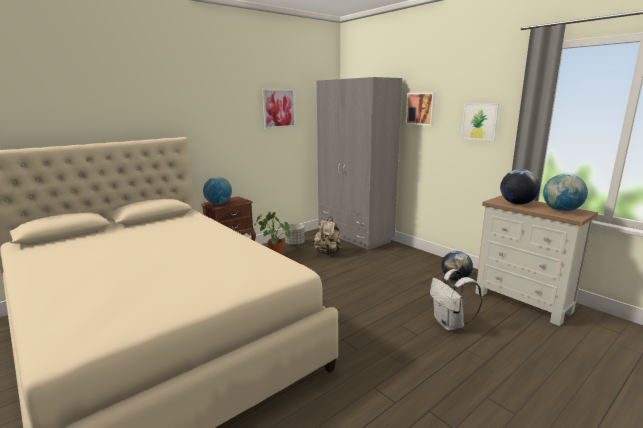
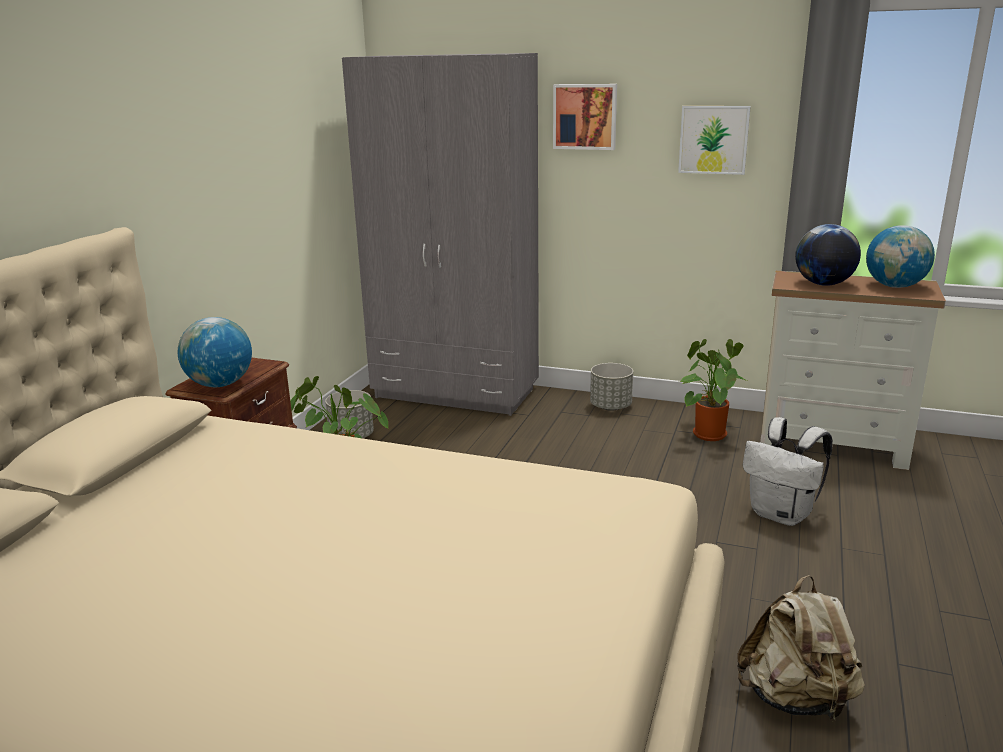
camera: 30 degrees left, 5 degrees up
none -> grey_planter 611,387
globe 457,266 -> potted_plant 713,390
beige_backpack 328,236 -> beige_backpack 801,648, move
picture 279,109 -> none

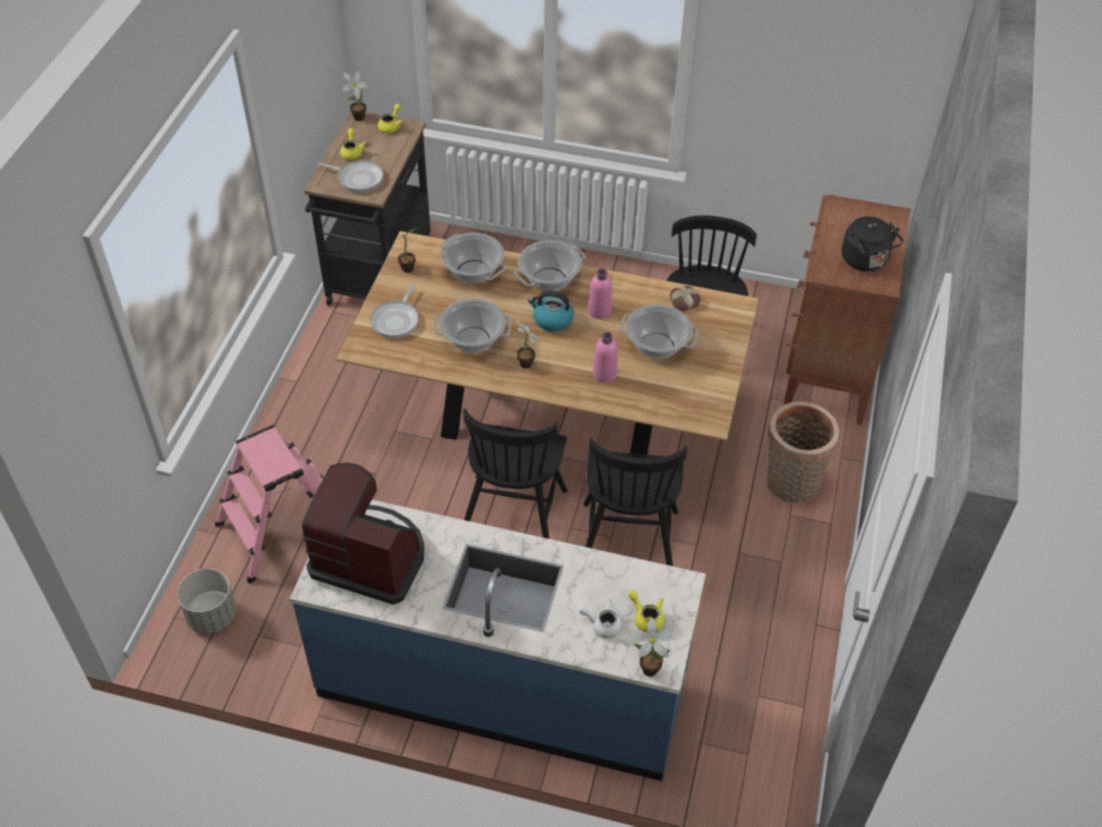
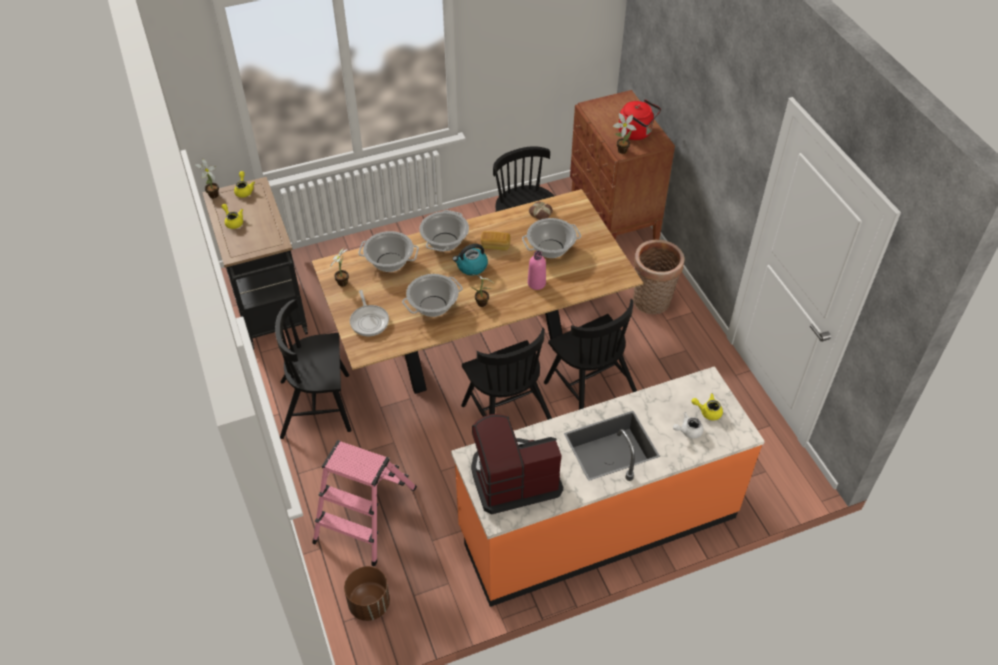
camera: 35 degrees left, 0 degrees up
none -> black_chair 313,369
grey_planter 206,601 -> brown_planter 367,593
blue_counter 498,640 -> orange_counter 608,486
pink_bottle 600,293 -> bread 496,241
potted_plant 652,647 -> potted_plant 624,133, move
black_kettle 873,243 -> red_kettle 640,119
frying_pan 351,177 -> none

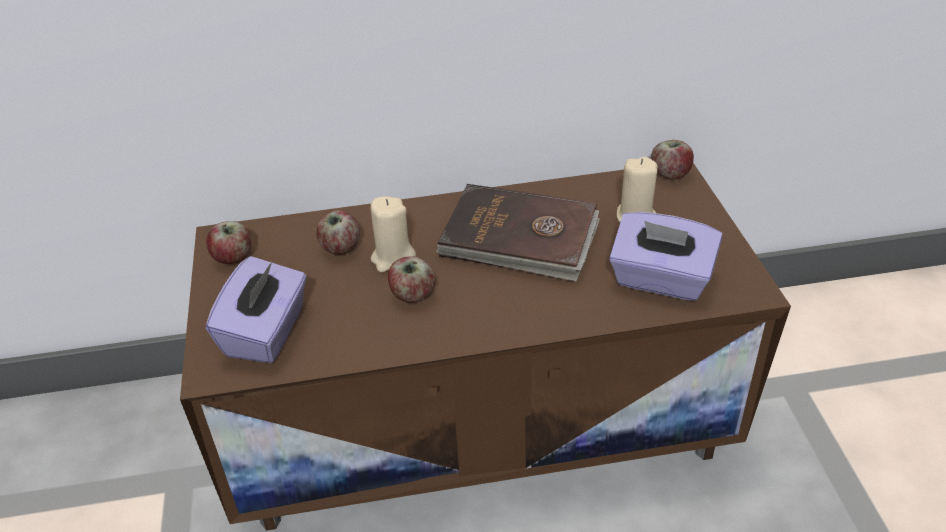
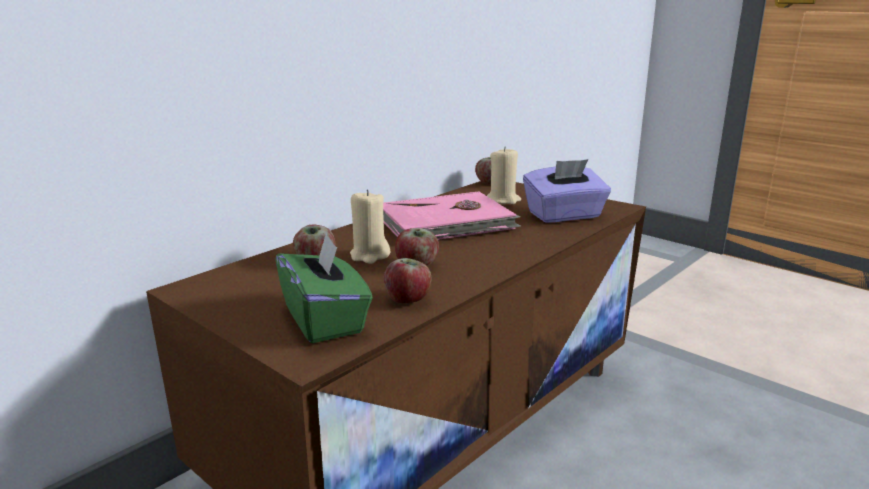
camera: 40 degrees left, 20 degrees down
purple_tissue_box 256,309 -> green_tissue_box 324,287
brown_book 518,232 -> pink_book 452,215
apple 229,242 -> apple 407,281, move

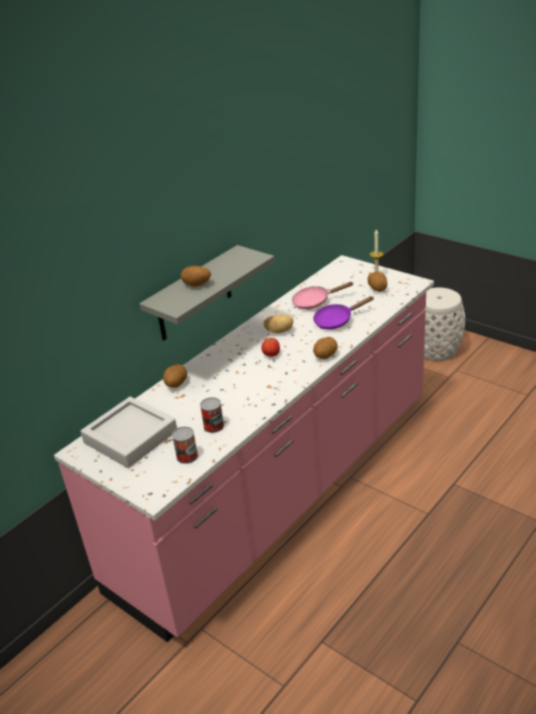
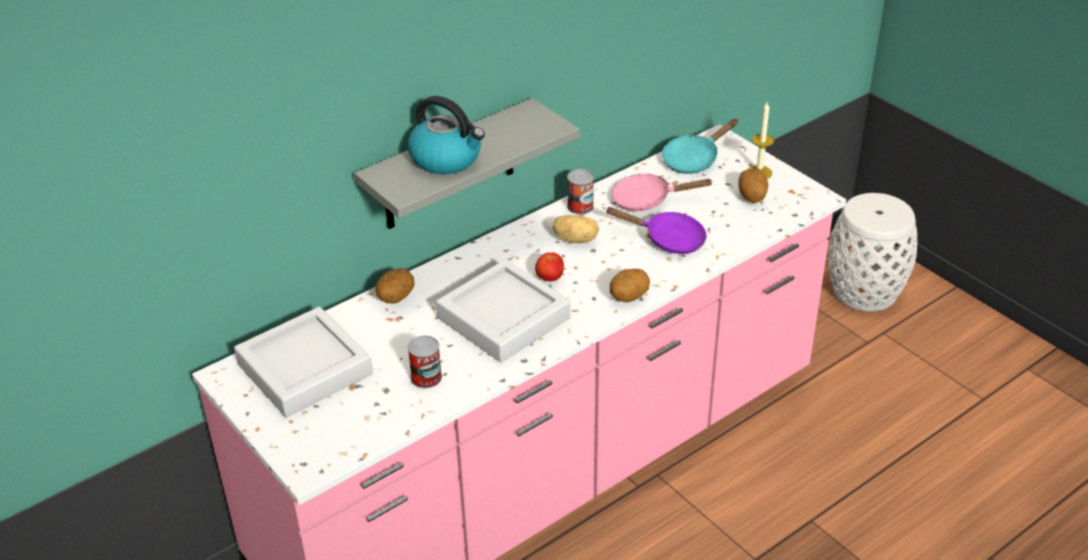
camera: 10 degrees right, 5 degrees up
potato 196,276 -> kettle 446,135
none -> grey_tray 503,311
can 185,445 -> can 580,192, move
purple_frying_pan 343,312 -> purple_frying_pan 656,230, 150 degrees counterclockwise
none -> turquoise_frying_pan 700,146

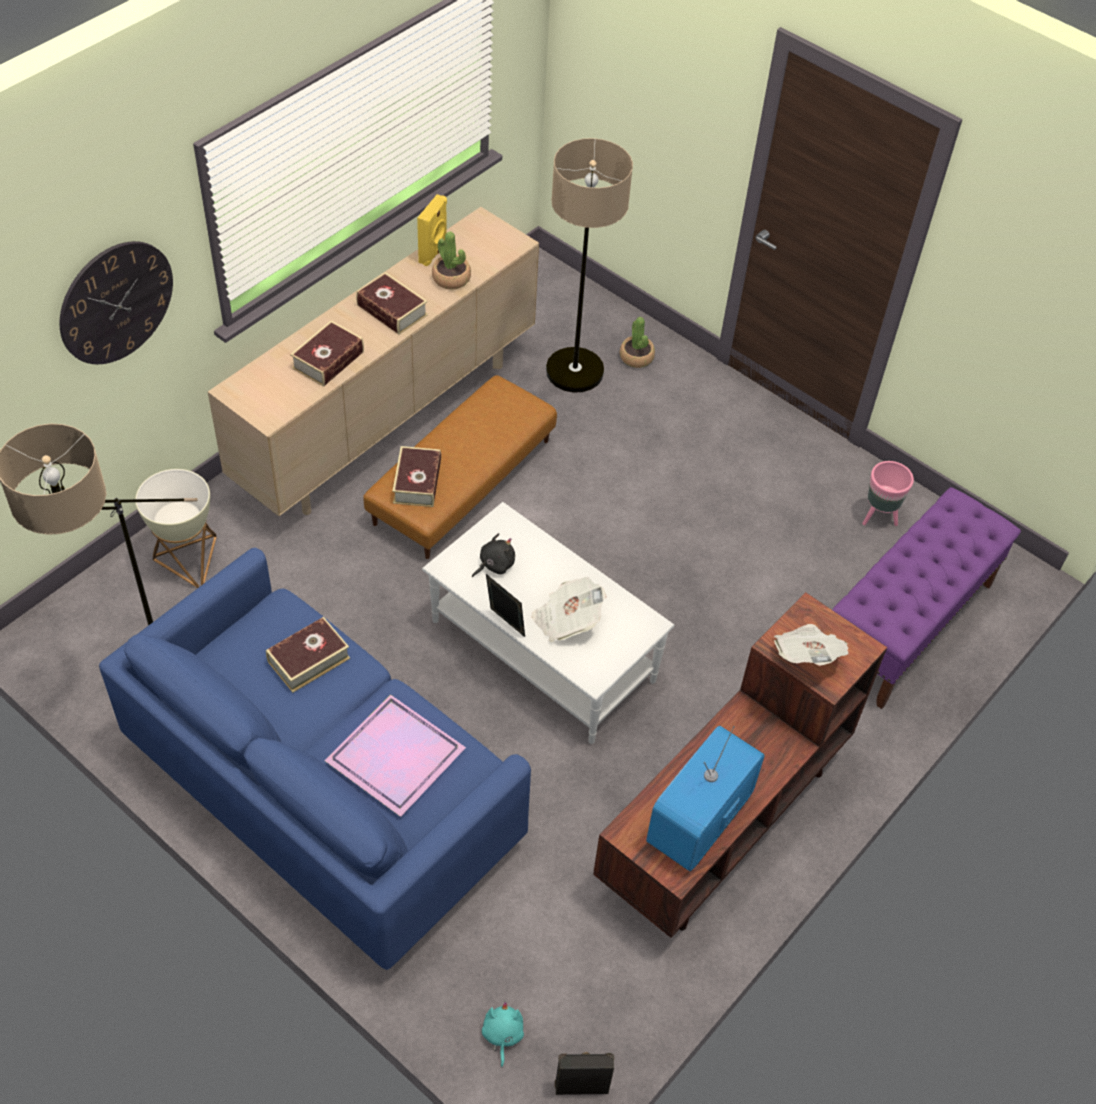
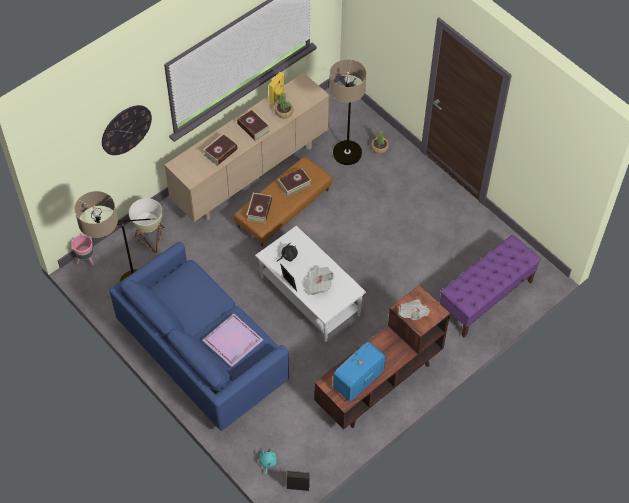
camera: 10 degrees right, 5 degrees up
pink_planter 888,493 -> pink_planter 82,250, move
book 308,655 -> book 295,182, move

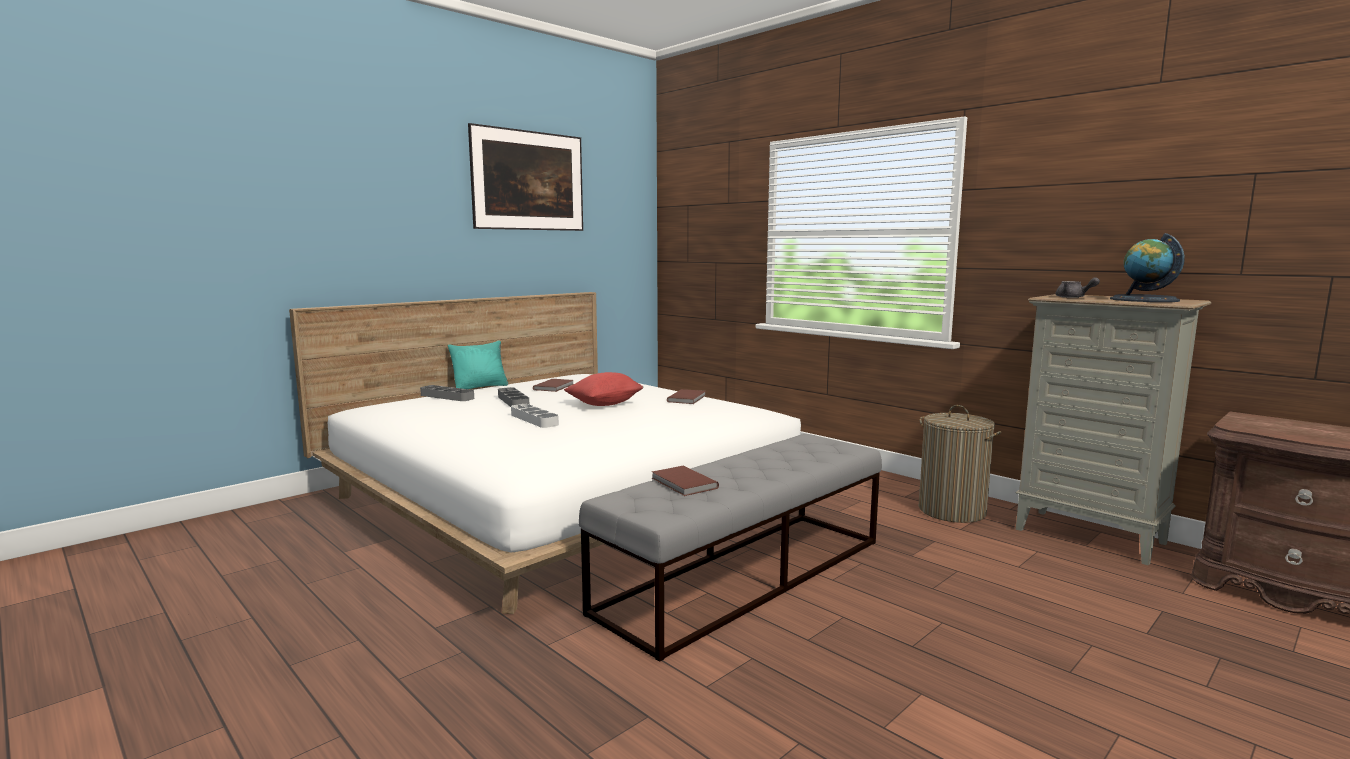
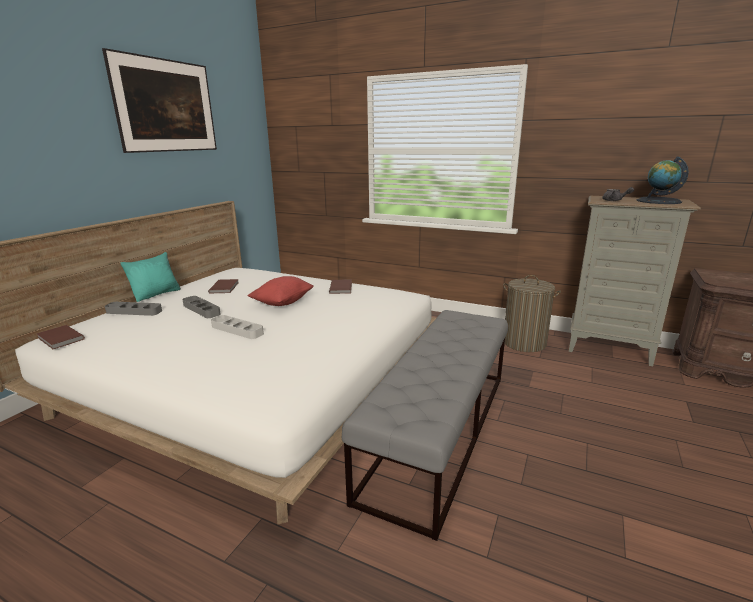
camera: 20 degrees left, 10 degrees up
brown_book 685,481 -> brown_book 61,337, move

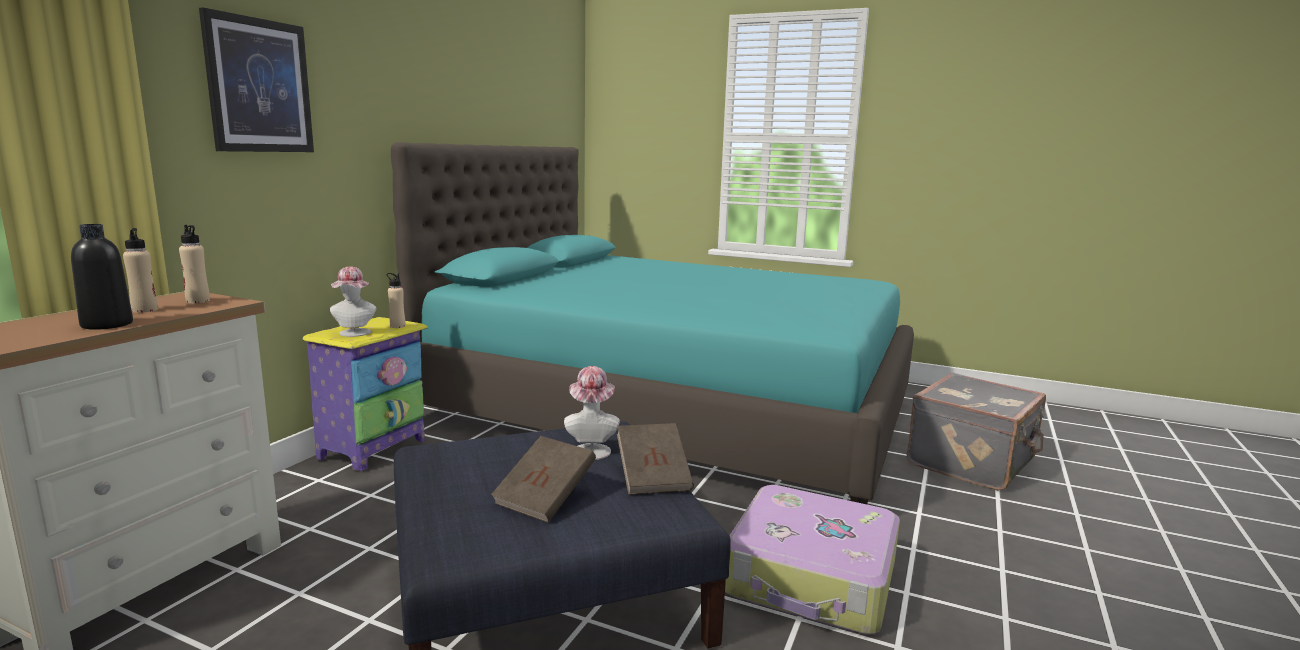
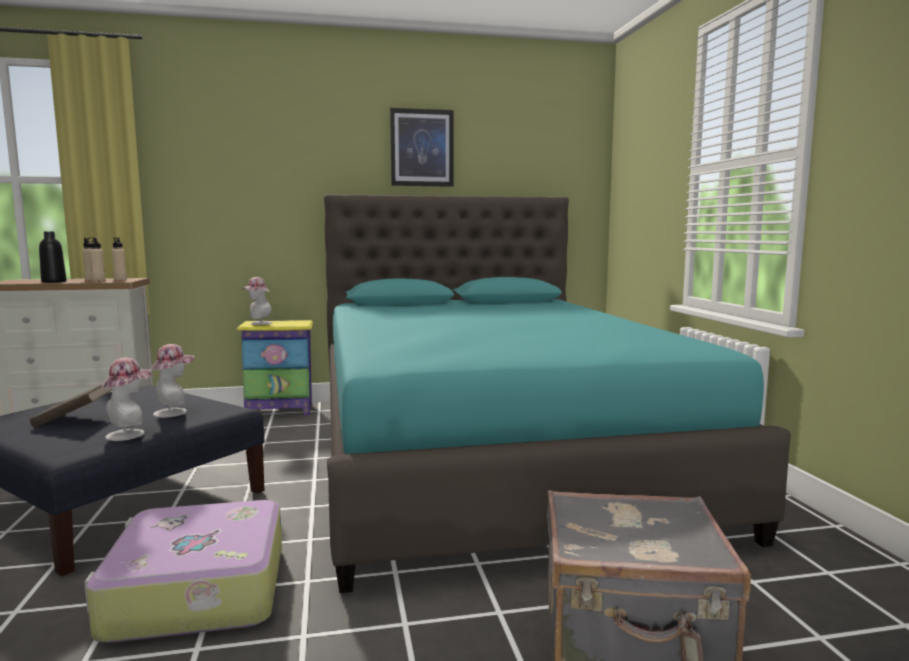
camera: 55 degrees right, 5 degrees down
beige_bottle 396,300 -> beige_bottle 98,259, move
brown_book 655,459 -> hat 127,399
picture 256,79 -> picture 421,147, move

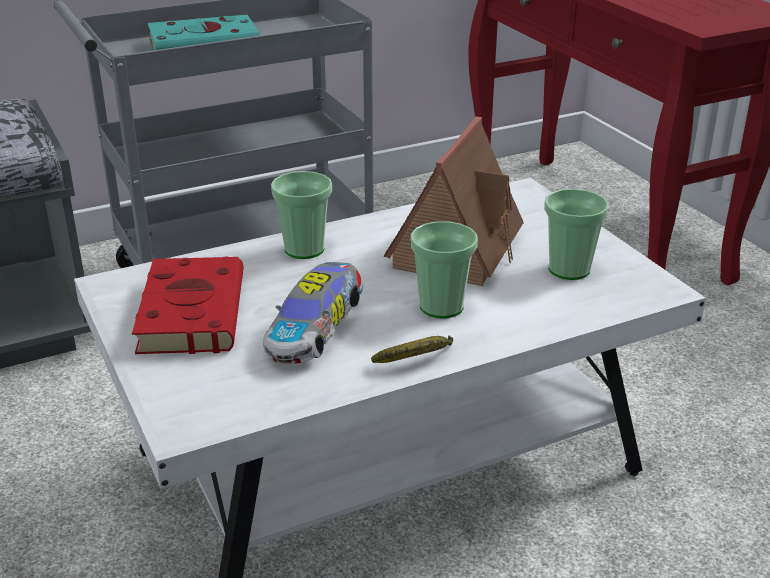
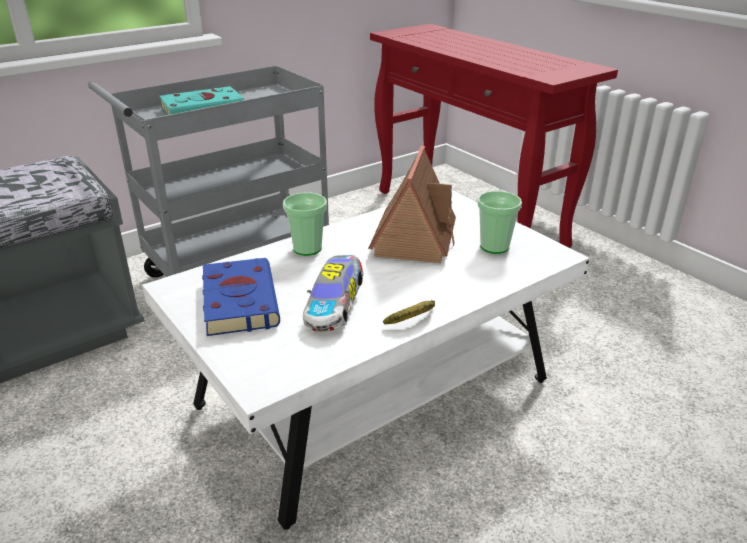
camera: 10 degrees left, 0 degrees up
red_book 187,305 -> blue_book 241,297
cup 444,269 -> none

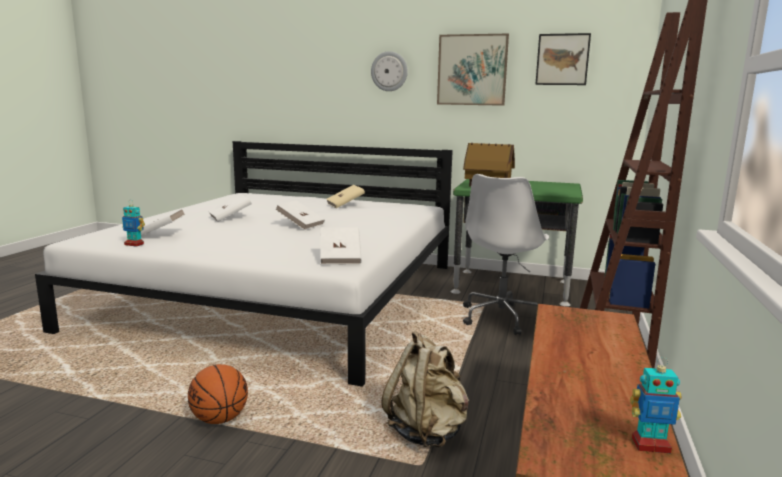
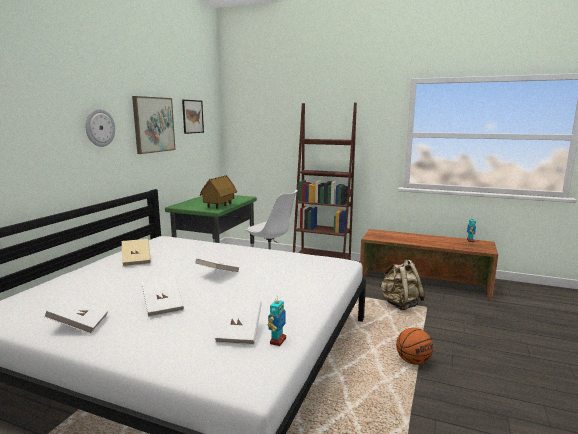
camera: 85 degrees left, 0 degrees up
white_book 341,246 -> white_book 76,314, move

